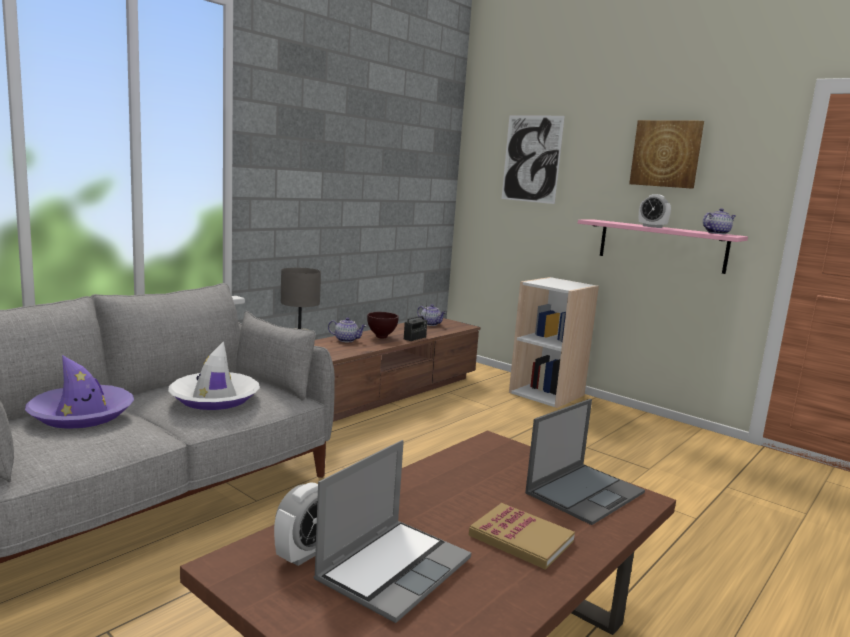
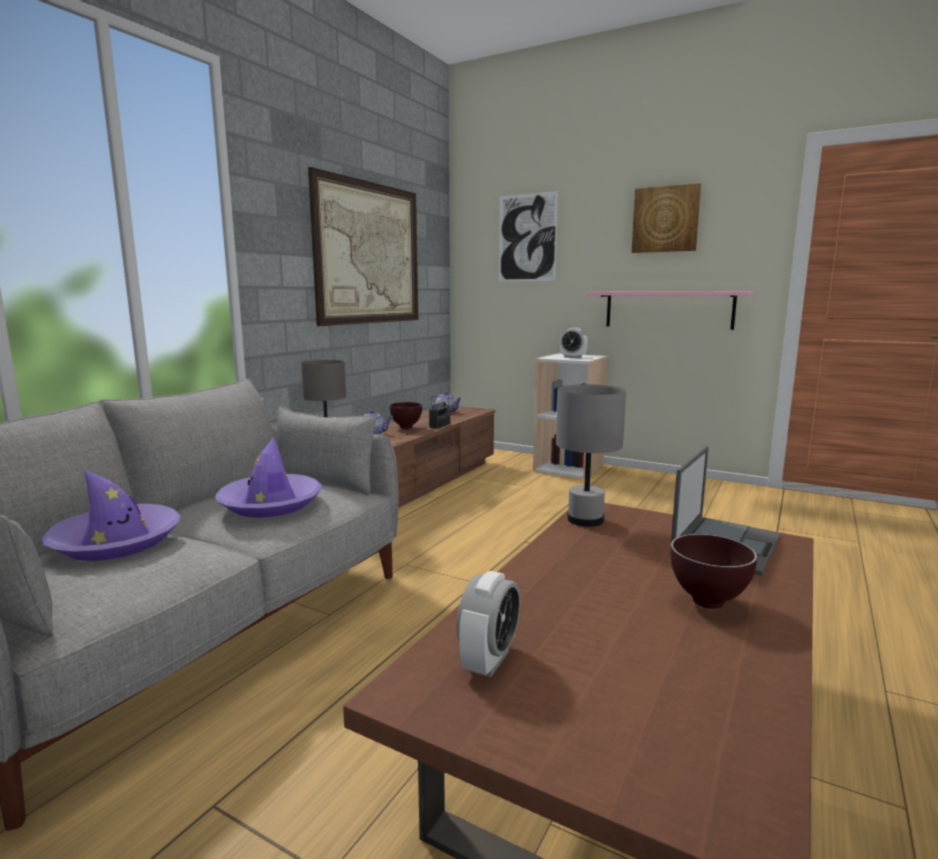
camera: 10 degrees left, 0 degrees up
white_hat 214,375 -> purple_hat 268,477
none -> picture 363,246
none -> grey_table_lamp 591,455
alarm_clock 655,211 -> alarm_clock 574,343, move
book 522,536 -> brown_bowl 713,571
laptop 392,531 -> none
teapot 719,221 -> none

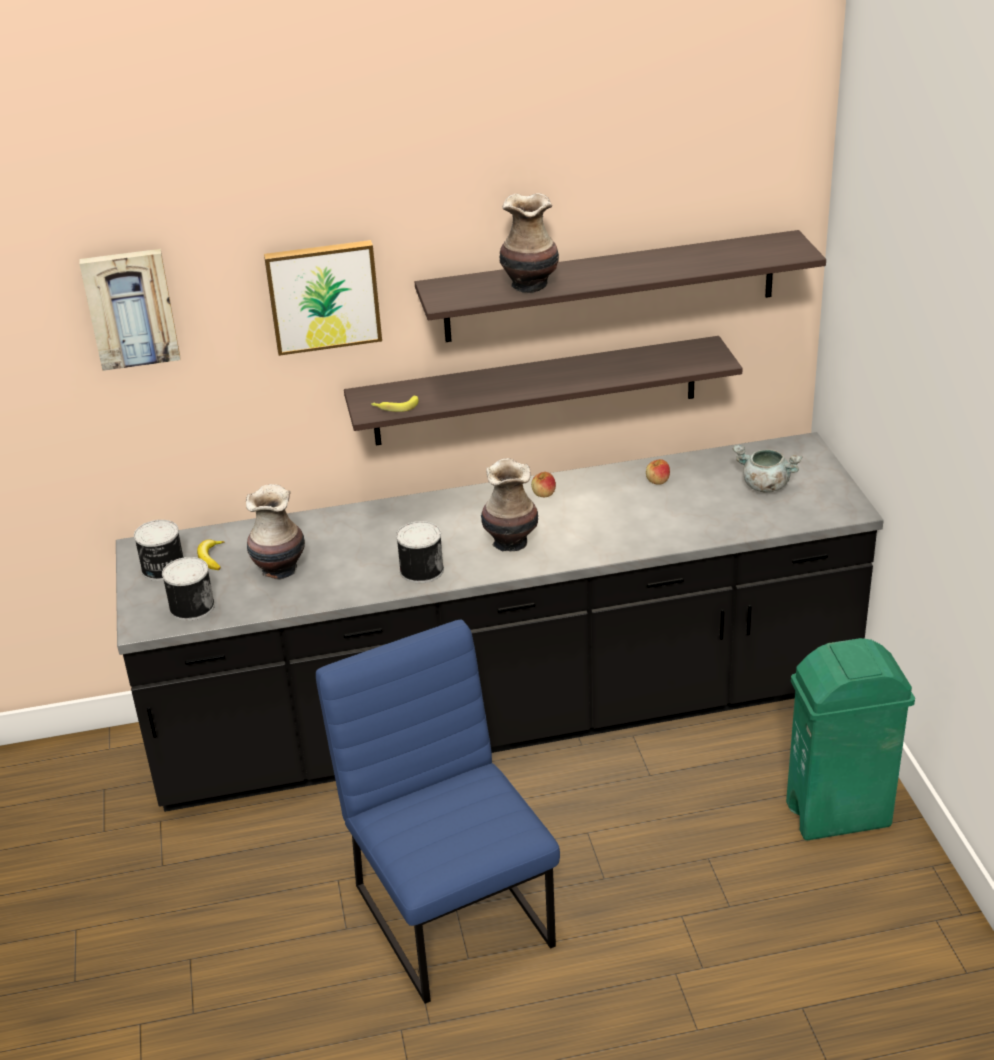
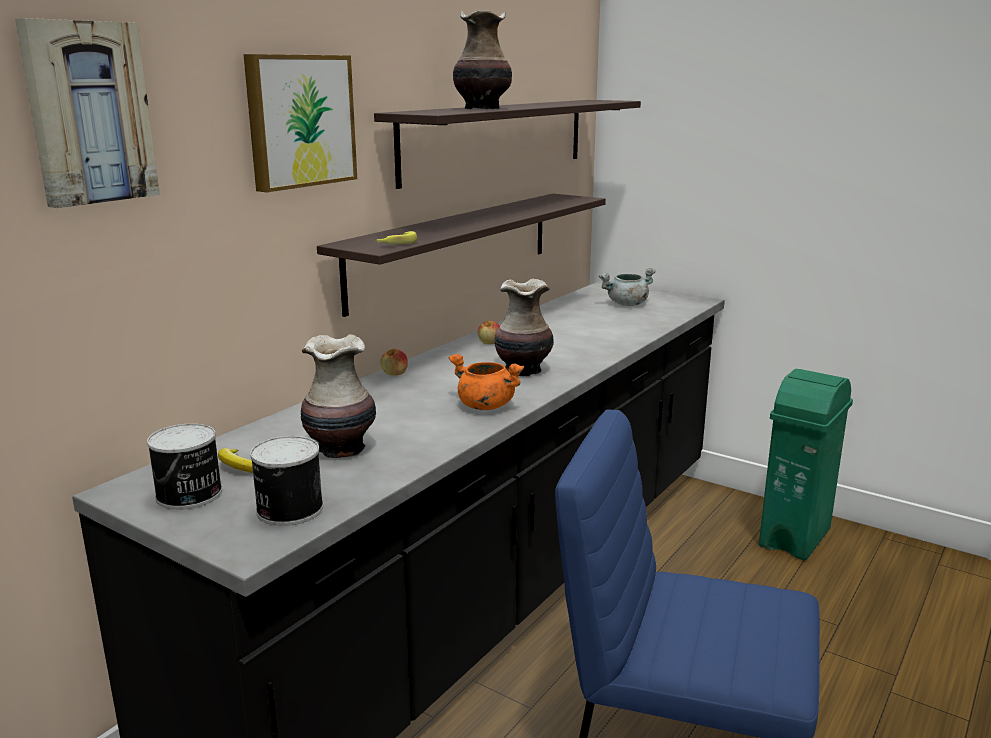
camera: 45 degrees left, 15 degrees down
apple 658,472 -> apple 394,362, move
can 420,552 -> orange_cooking_pot 486,382

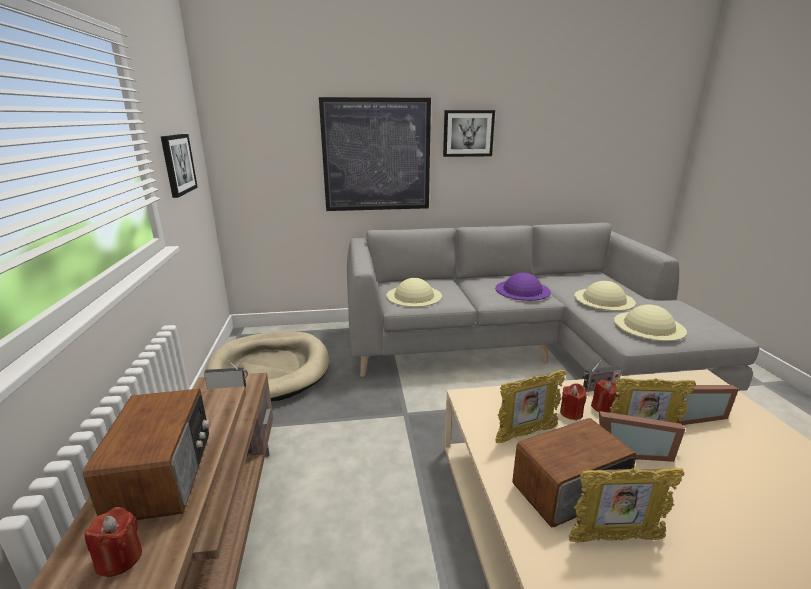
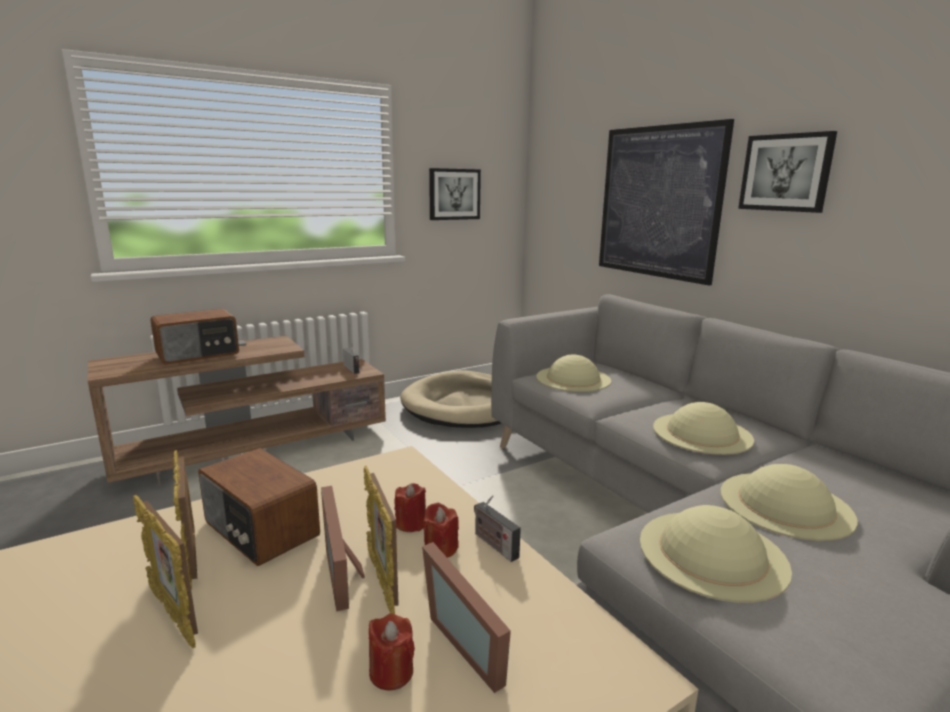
camera: 65 degrees right, 5 degrees down
picture_frame 530,406 -> picture_frame 165,571, move
red_candle 113,542 -> red_candle 392,652, move
purple_hat 523,287 -> beige_hat 703,428

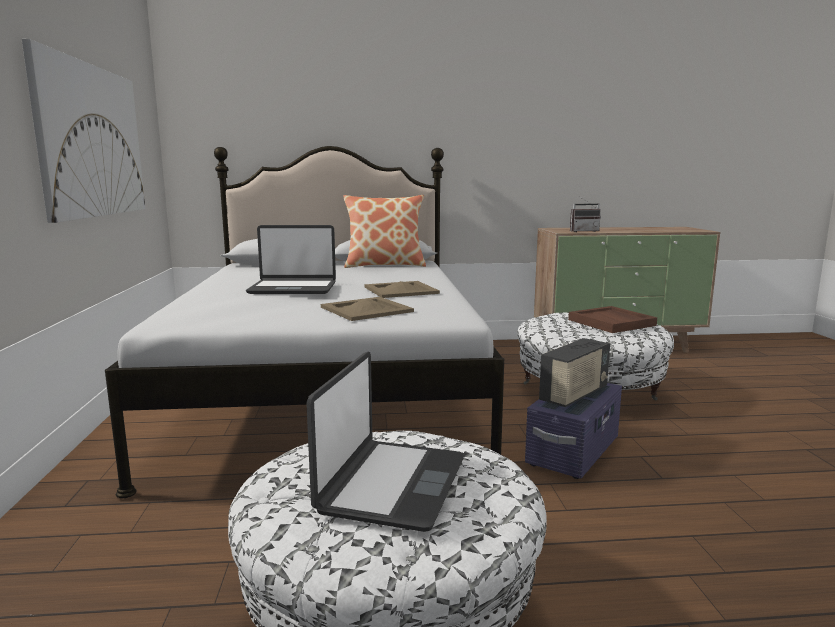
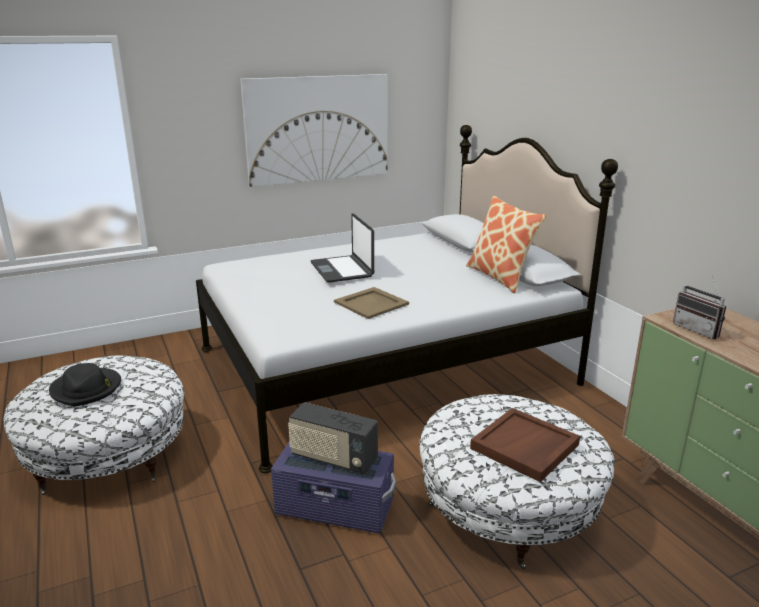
camera: 70 degrees right, 10 degrees up
laptop 385,442 -> black_hat 85,384
beige_tray 367,309 -> none

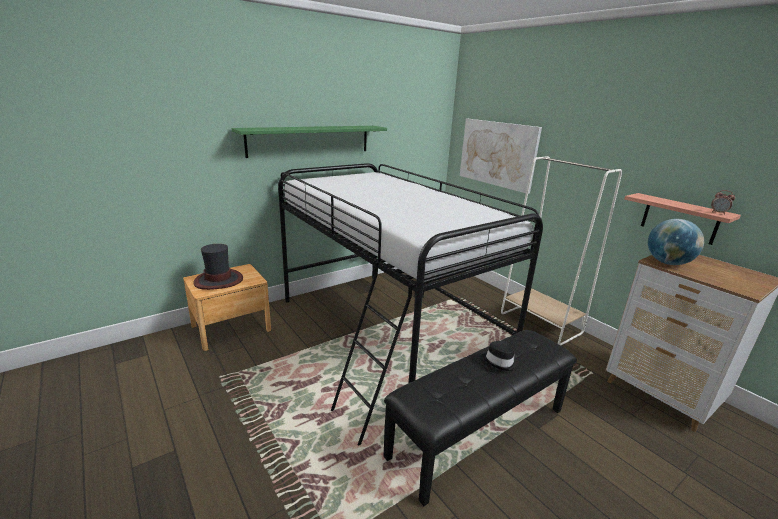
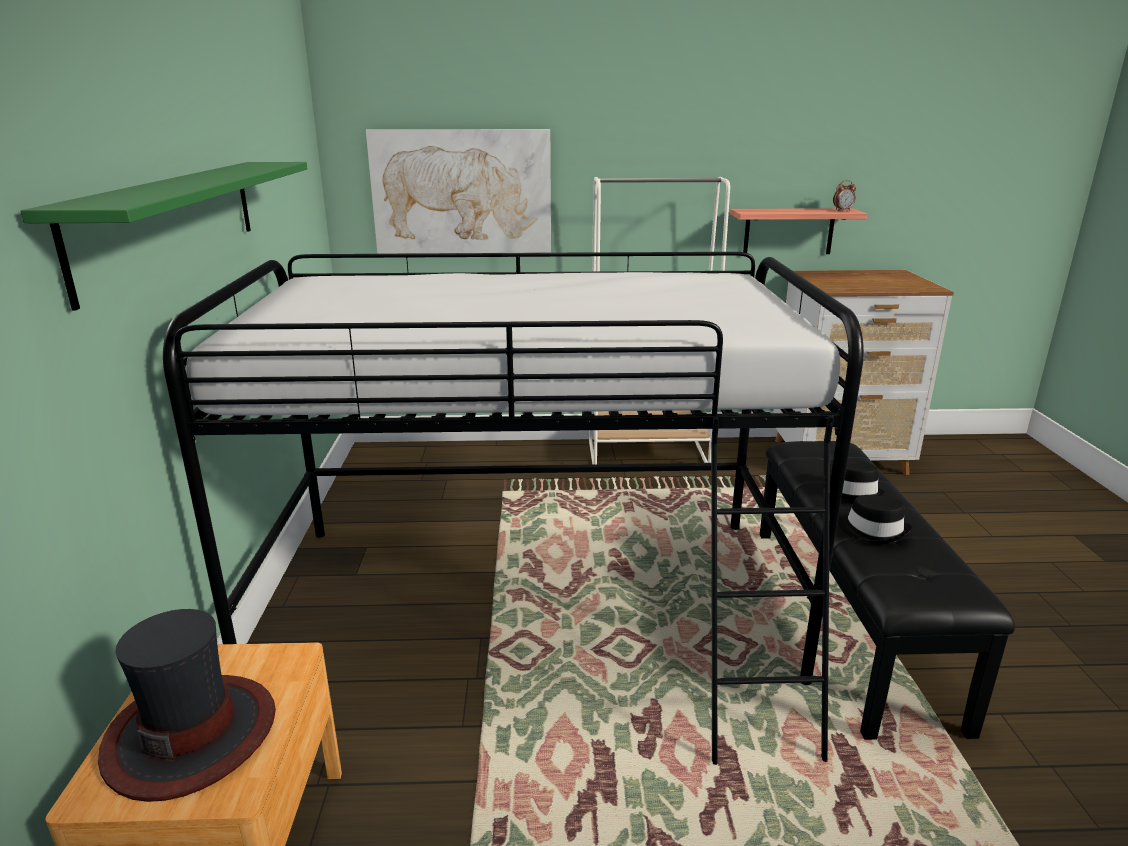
camera: 55 degrees left, 0 degrees up
none -> black_hat 875,519
globe 676,242 -> none

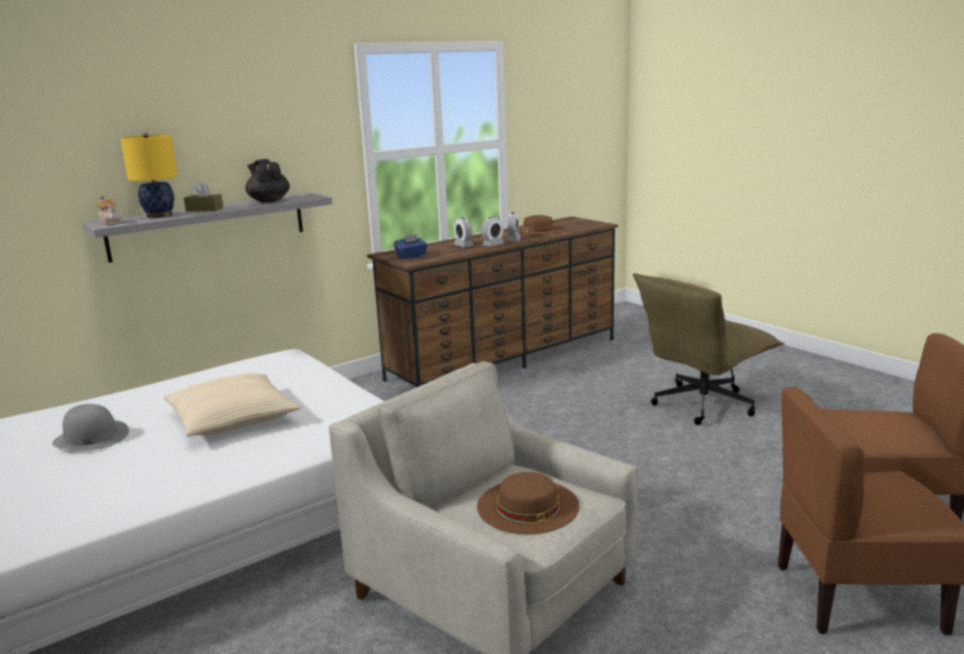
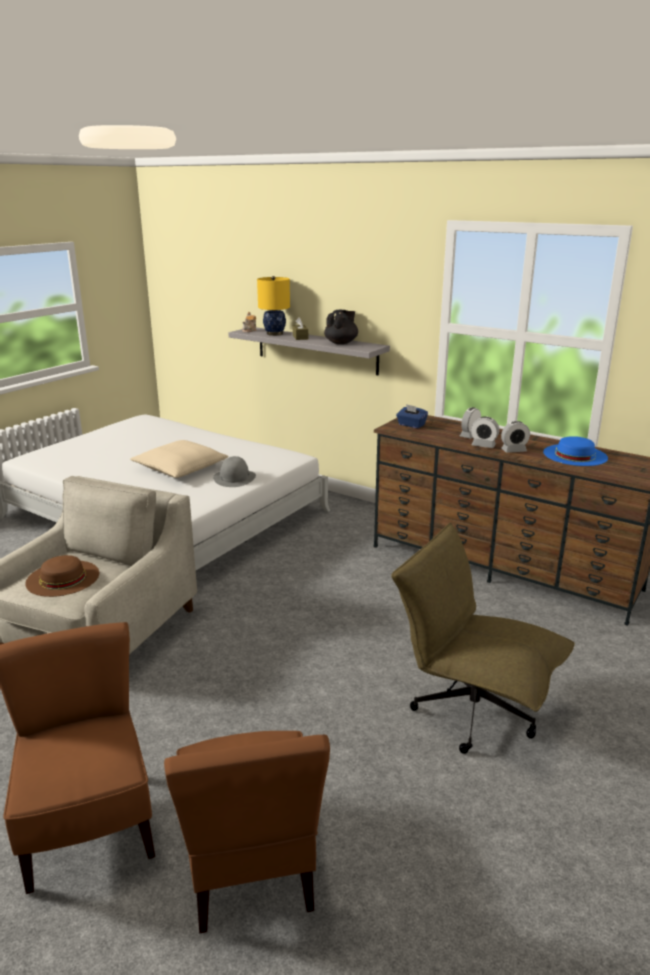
camera: 70 degrees right, 5 degrees up
grey_hat 90,427 -> grey_hat 234,471, move
brown_hat 541,225 -> blue_hat 575,451

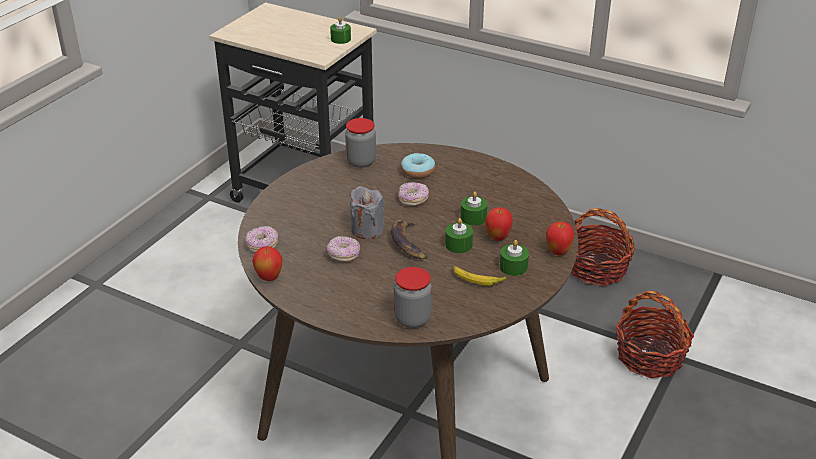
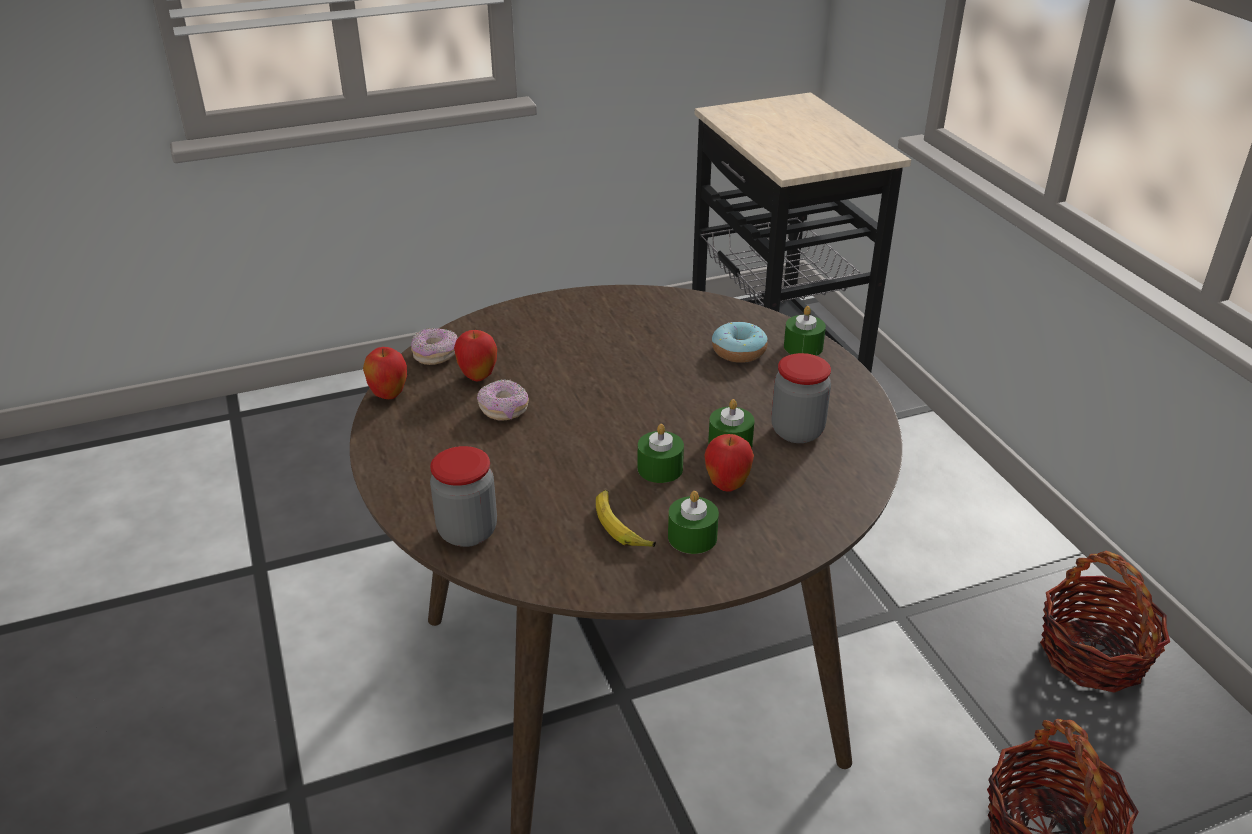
camera: 40 degrees right, 0 degrees up
apple 560,238 -> apple 475,355, move
jar 360,143 -> jar 801,398, move
green_candle 340,30 -> green_candle 805,331, move
grey_candle 367,212 -> none
banana 409,239 -> none
donut 413,194 -> none

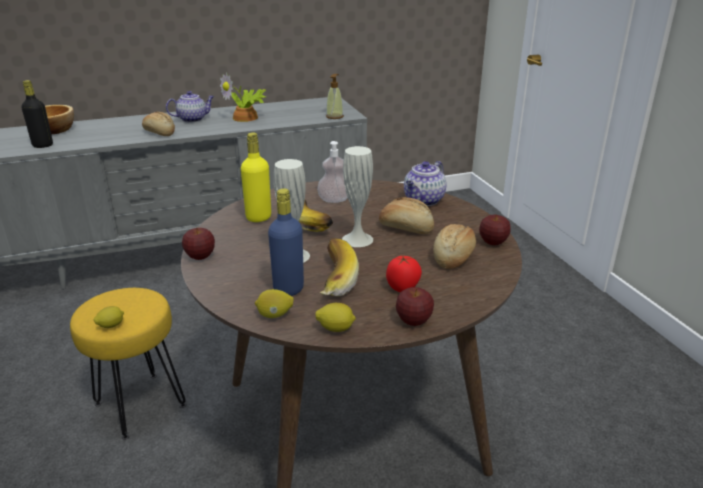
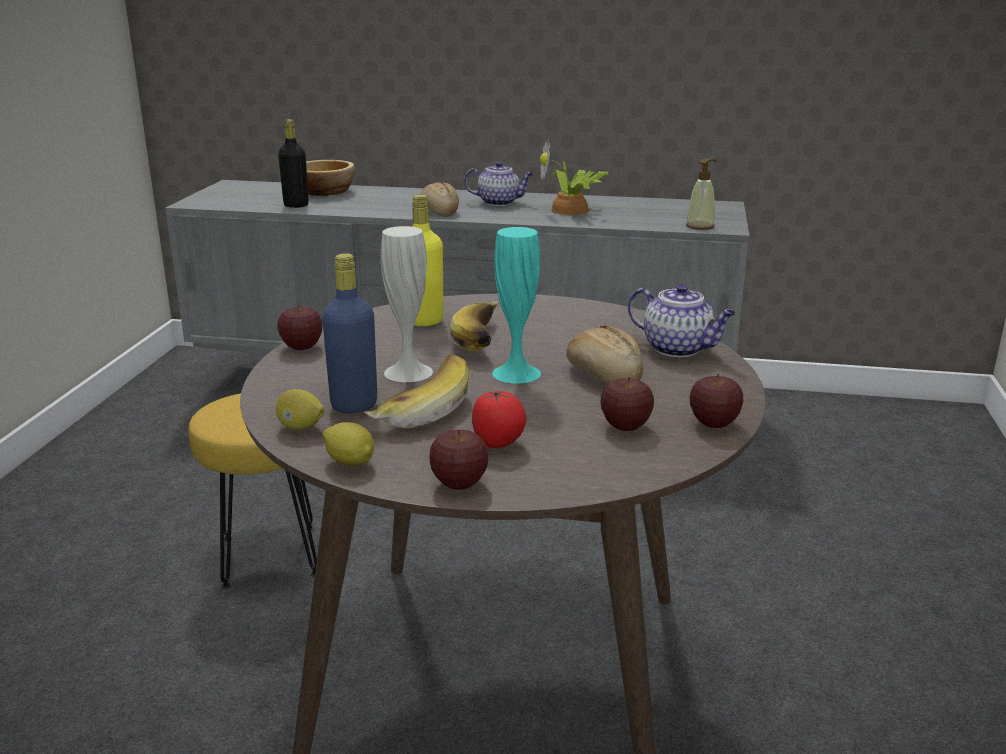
camera: 30 degrees right, 5 degrees down
white_vase 357,196 -> turquoise_vase 516,305
bread 454,246 -> apple 627,404
teapot 425,183 -> teapot 682,320, 120 degrees counterclockwise
lemon 108,317 -> none
soap_dispenser 332,172 -> none

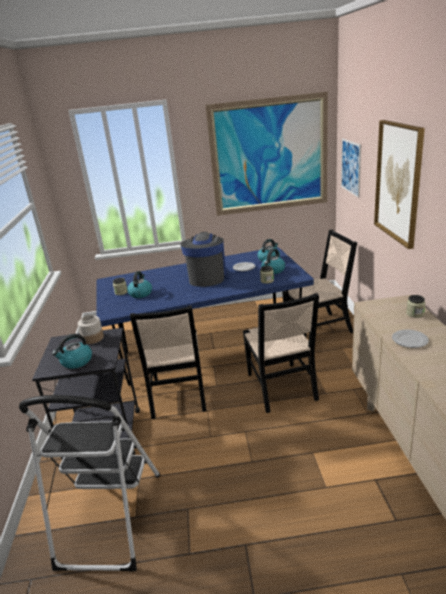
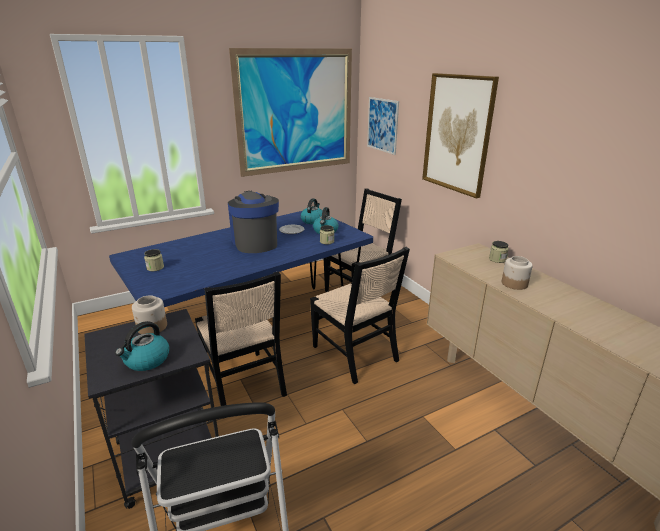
camera: 25 degrees left, 0 degrees up
plate 410,339 -> jar 517,273
kettle 139,284 -> none

